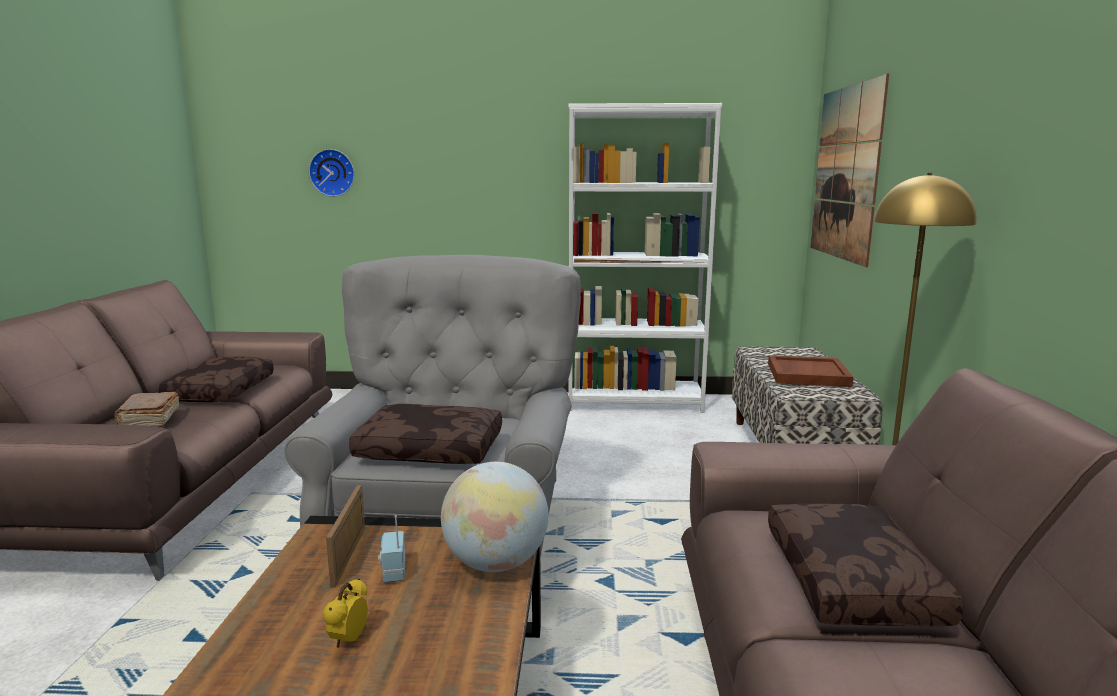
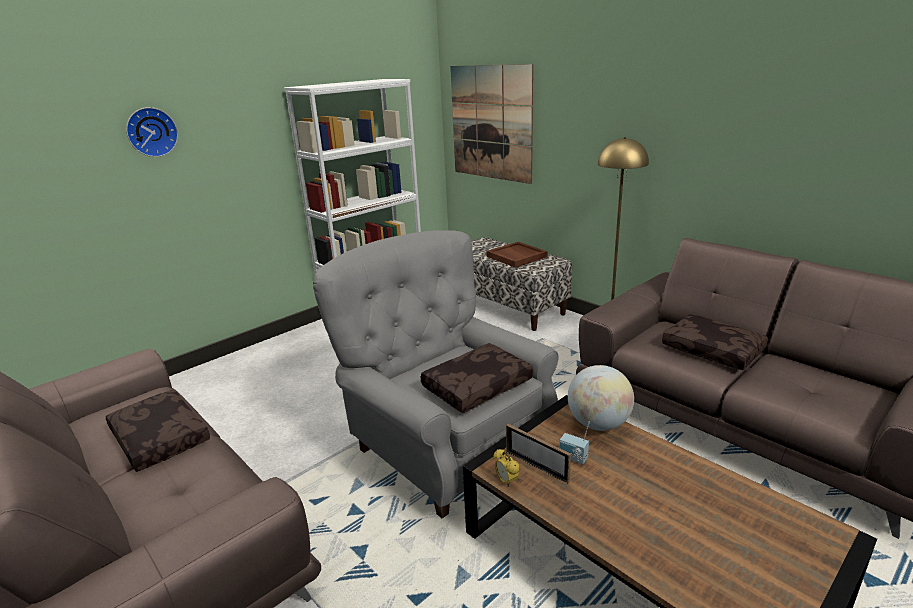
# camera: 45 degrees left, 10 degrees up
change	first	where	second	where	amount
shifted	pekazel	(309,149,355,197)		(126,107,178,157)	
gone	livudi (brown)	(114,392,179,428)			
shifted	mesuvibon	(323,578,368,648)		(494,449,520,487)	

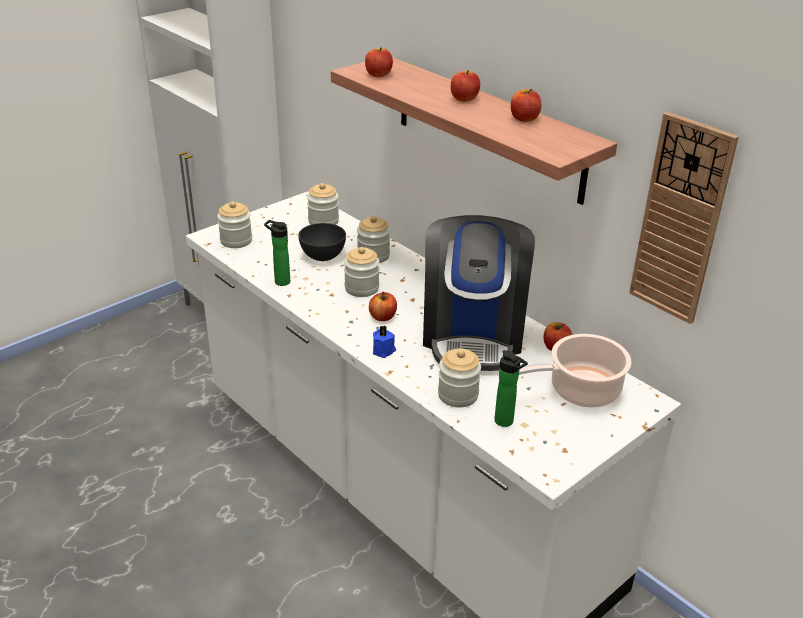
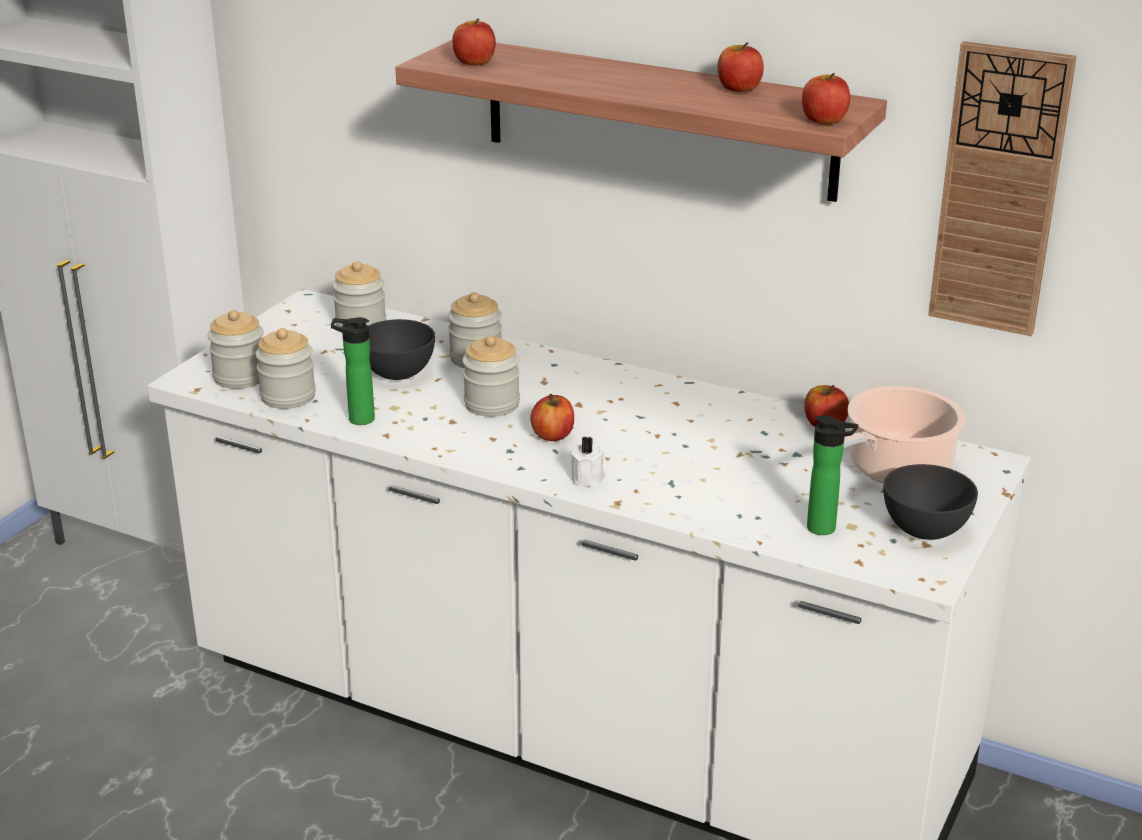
# camera: 20 degrees left, 5 degrees down
change	first	where	second	where	amount
shifted	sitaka	(451,71,480,102)		(802,73,850,124)	
gone	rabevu	(423,215,535,371)			
repainted	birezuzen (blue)	(373,326,396,358)	birezuzen (white)	(571,436,606,487)	
shifted	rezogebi	(438,348,481,407)		(255,328,316,409)	
new			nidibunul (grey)	(883,464,978,540)	

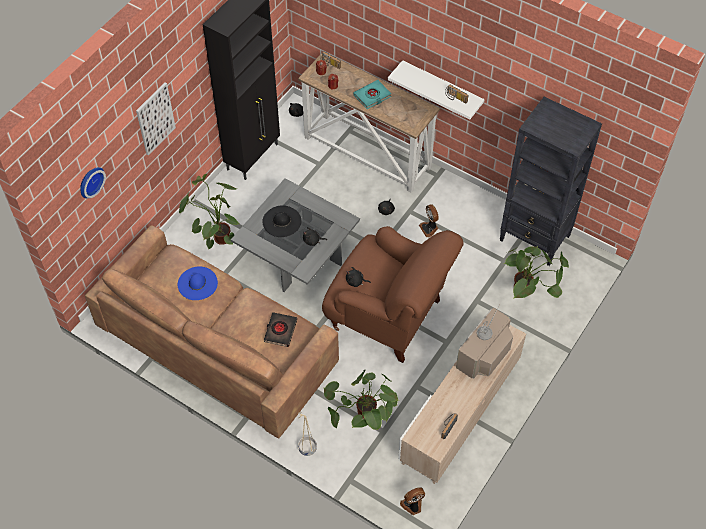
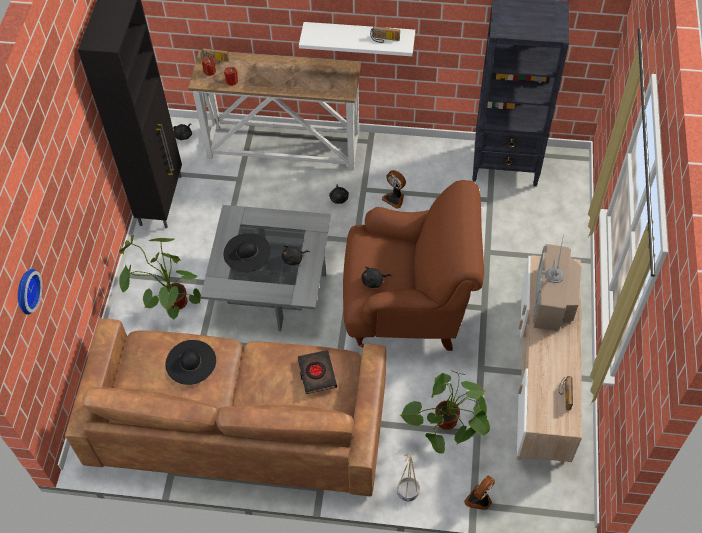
# camera: 25 degrees left, 0 degrees up
change	first	where	second	where	amount
gone	livudi (turquoise)	(353,80,391,109)			
gone	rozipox	(136,83,176,156)			
gone	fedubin	(504,246,569,299)			
repainted	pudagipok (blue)	(178,266,218,300)	pudagipok (black)	(165,340,216,385)	
shifted	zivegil	(400,487,425,515)		(464,475,495,510)	

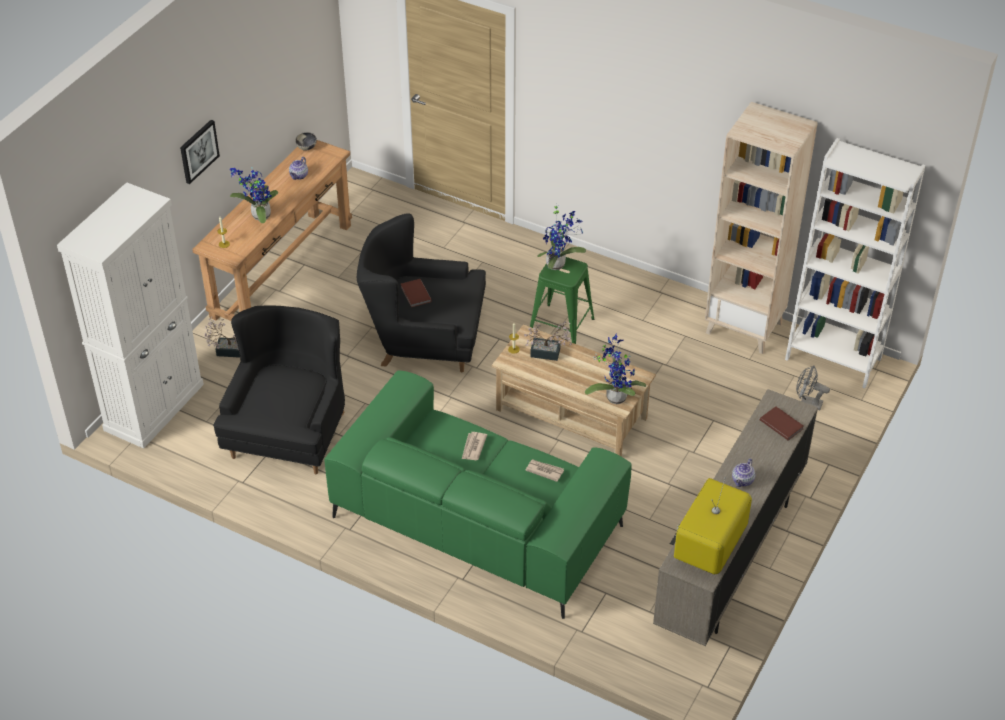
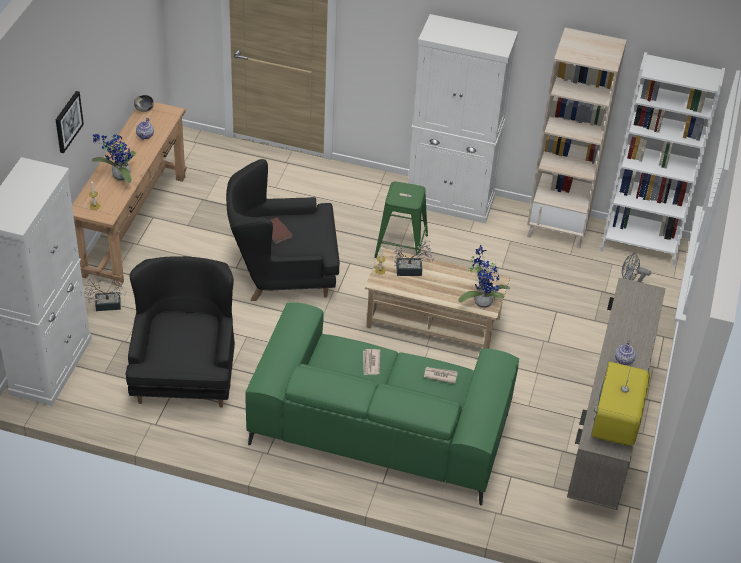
# camera: 15 degrees left, 0 degrees up
change	first	where	second	where	amount
gone	fedubin	(537,203,586,270)			
gone	livudi (brown)	(760,406,804,440)			
new			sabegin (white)	(407,14,518,223)	

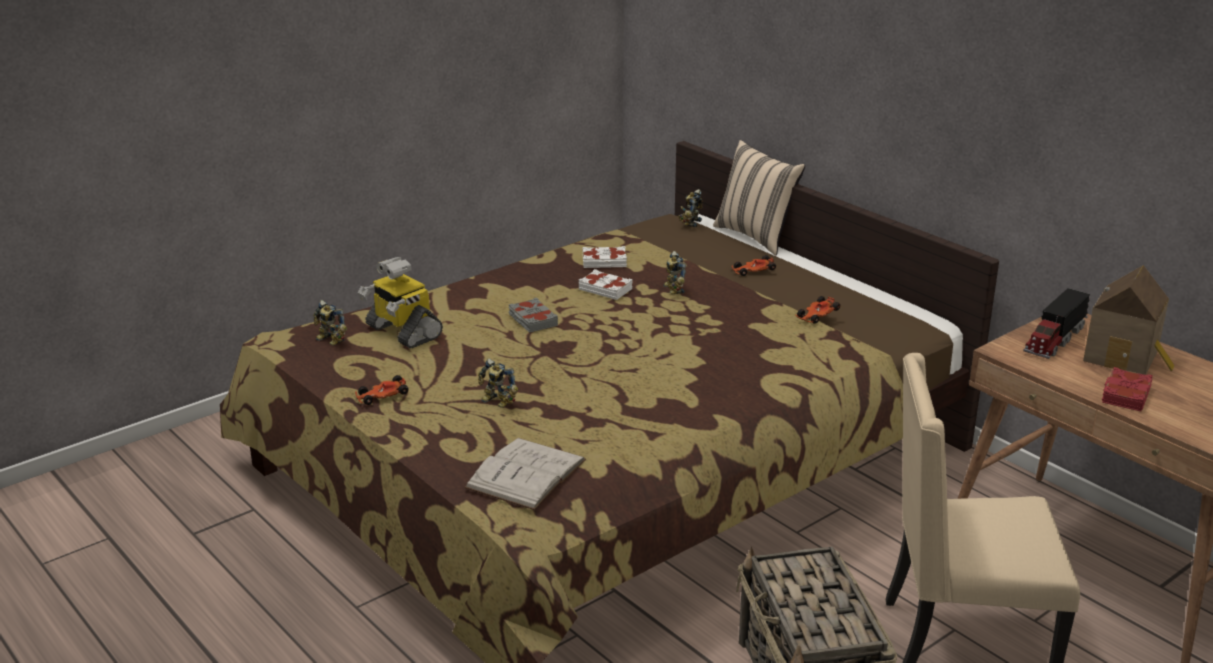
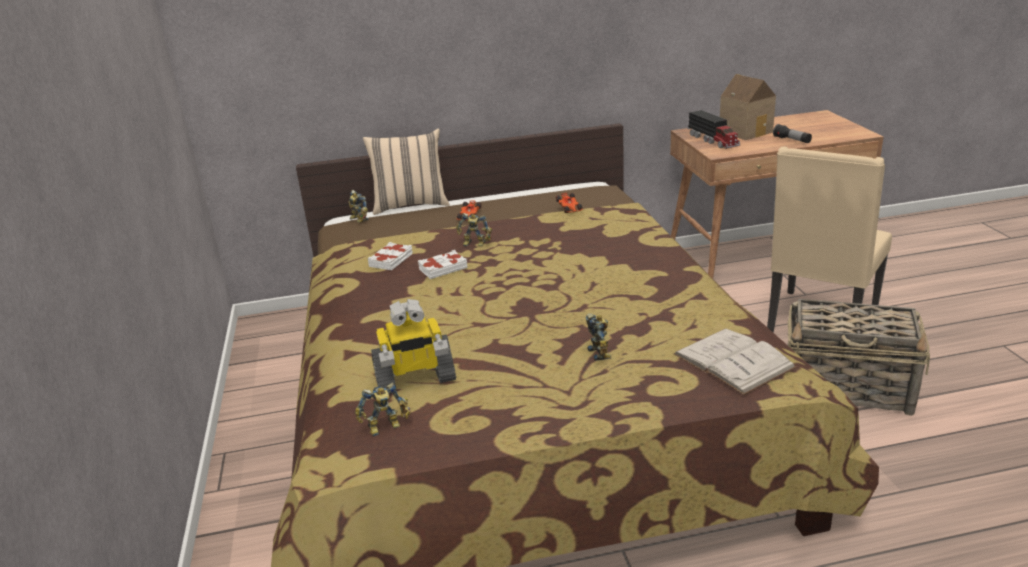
# camera: 60 degrees left, 0 degrees up
change	first	where	second	where	amount
gone	livudi (grey)	(508,298,558,333)			
rotated	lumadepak	(478,358,518,408)		(586,313,611,361)	75 degrees counterclockwise
swapped	livudi (red)	(1102,367,1153,411)	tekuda	(773,124,812,143)	
gone	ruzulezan	(355,375,409,405)			

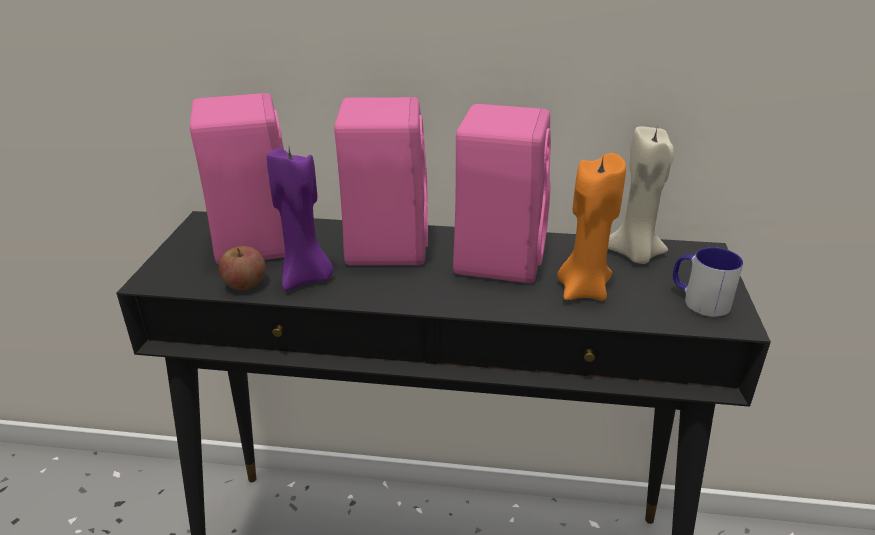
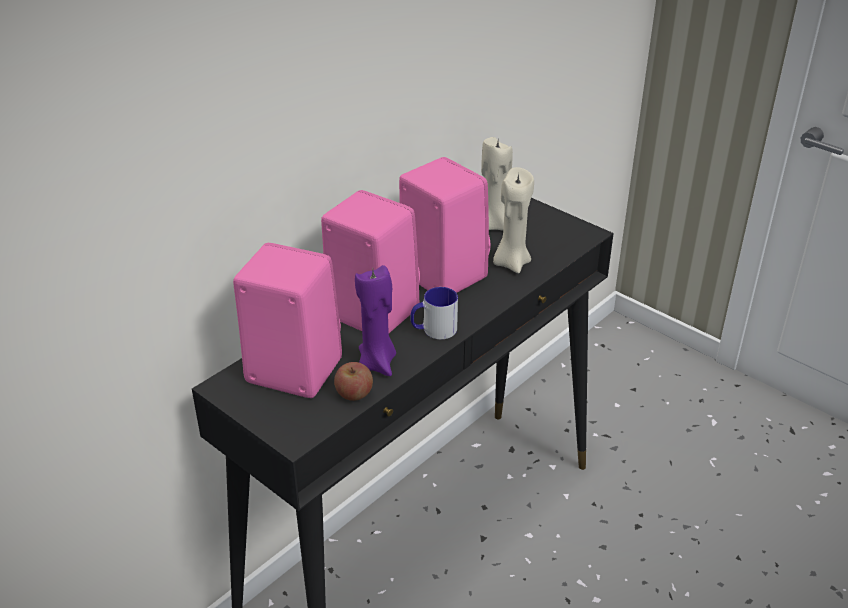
# camera: 55 degrees left, 5 degrees up
change	first	where	second	where	amount
repainted	birezuzen (orange)	(557,153,626,301)	birezuzen (beige)	(493,167,534,273)	
shifted	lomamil	(673,247,743,317)		(410,287,458,339)	

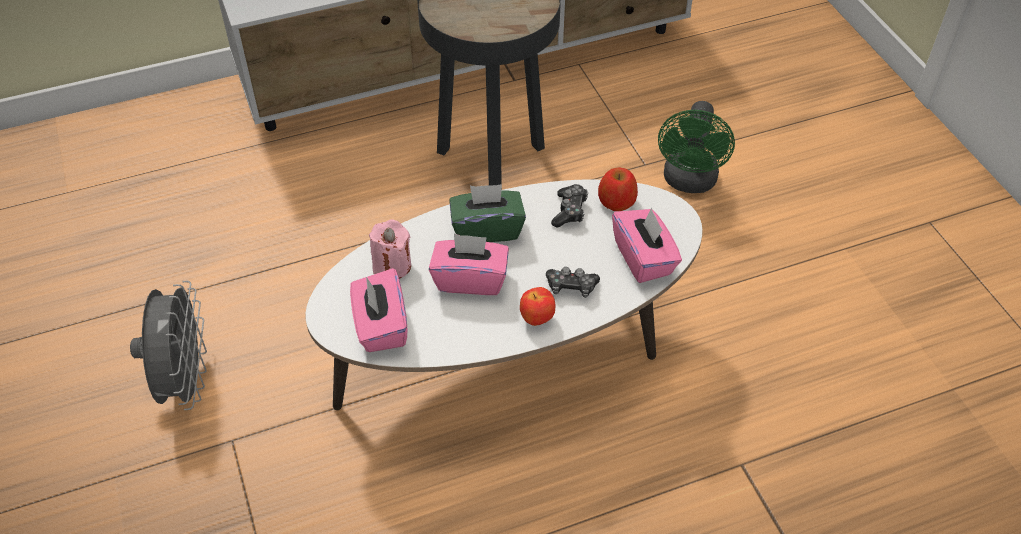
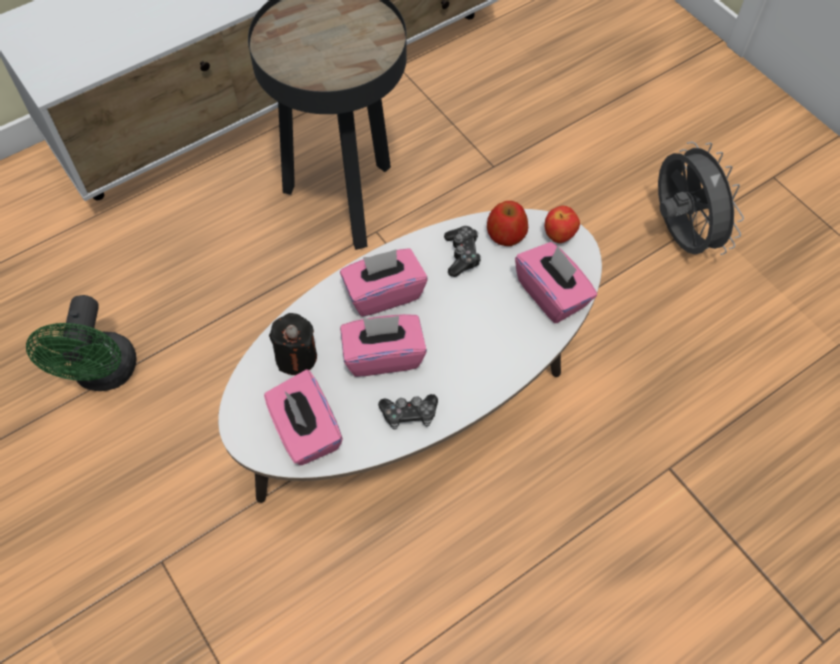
# camera: 15 degrees left, 10 degrees up
change	first	where	second	where	amount
shifted	zivegil (green)	(658,101,735,193)		(26,295,137,391)	
repainted	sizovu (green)	(449,184,526,242)	sizovu (pink)	(340,248,428,317)	
repainted	birezuzen (pink)	(369,219,411,279)	birezuzen (black)	(269,313,317,375)	
shifted	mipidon	(546,267,600,298)		(378,394,438,429)	
shifted	zivegil (grey)	(130,281,207,410)		(658,142,744,255)	
shifted	sitaka	(520,287,555,326)		(545,206,580,243)	

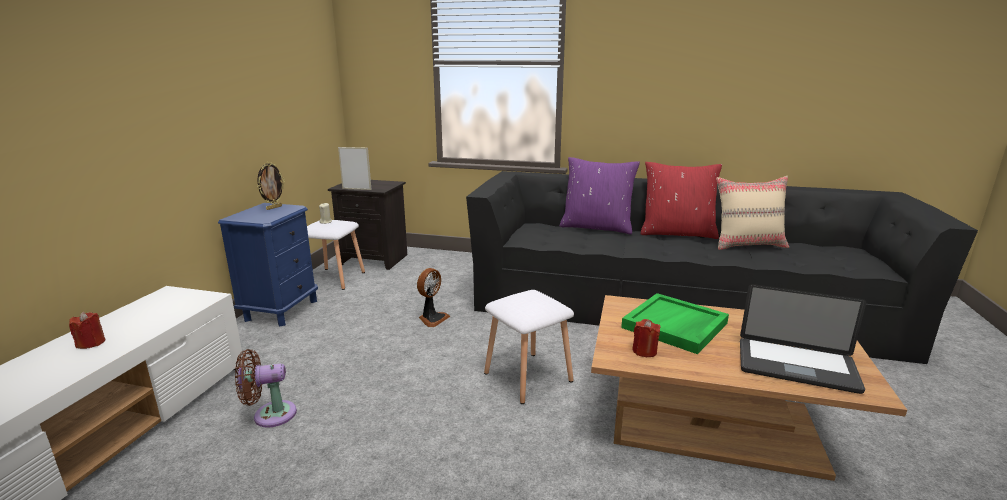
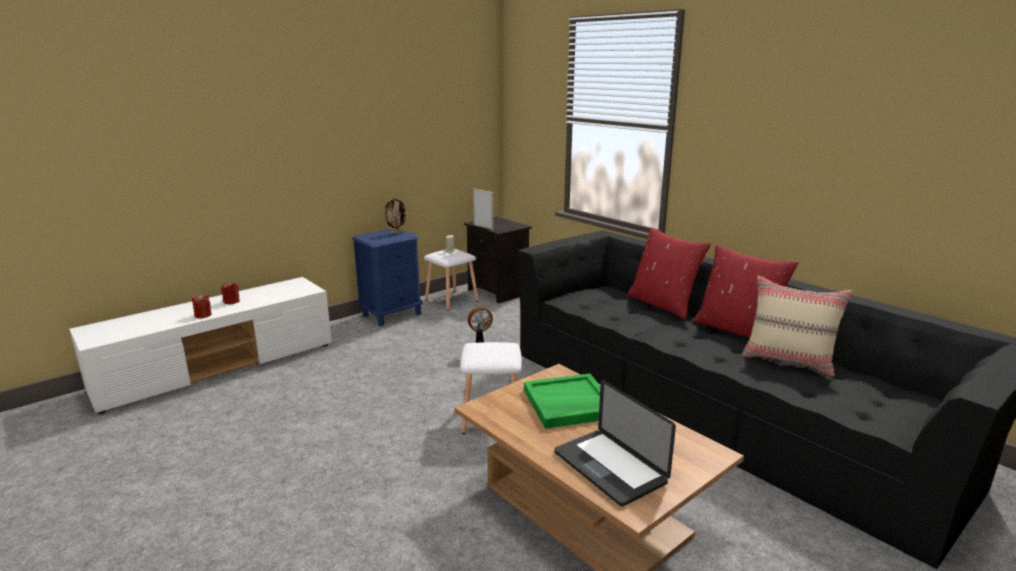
# camera: 35 degrees right, 0 degrees up
change	first	where	second	where	amount
repainted	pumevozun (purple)	(560,157,640,234)	pumevozun (red)	(627,227,711,319)	
shifted	birezuzen (red)	(632,319,660,357)		(192,294,212,318)	
gone	zivegil (brown)	(235,349,297,428)			

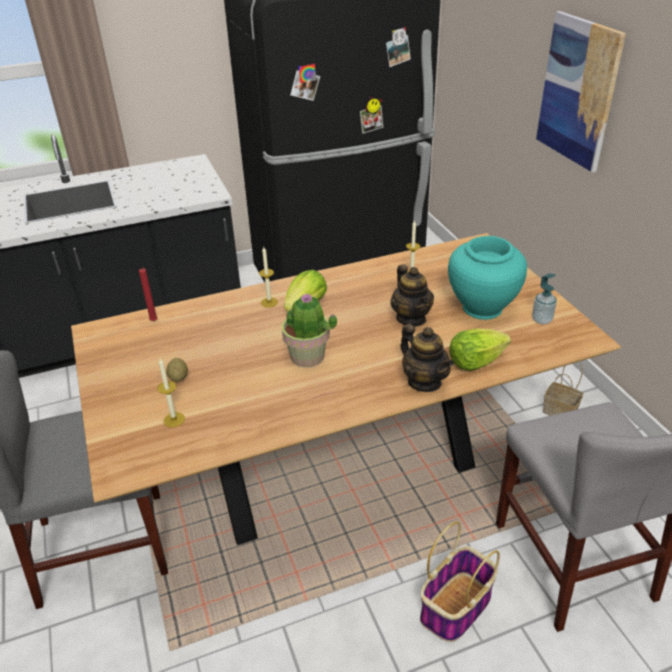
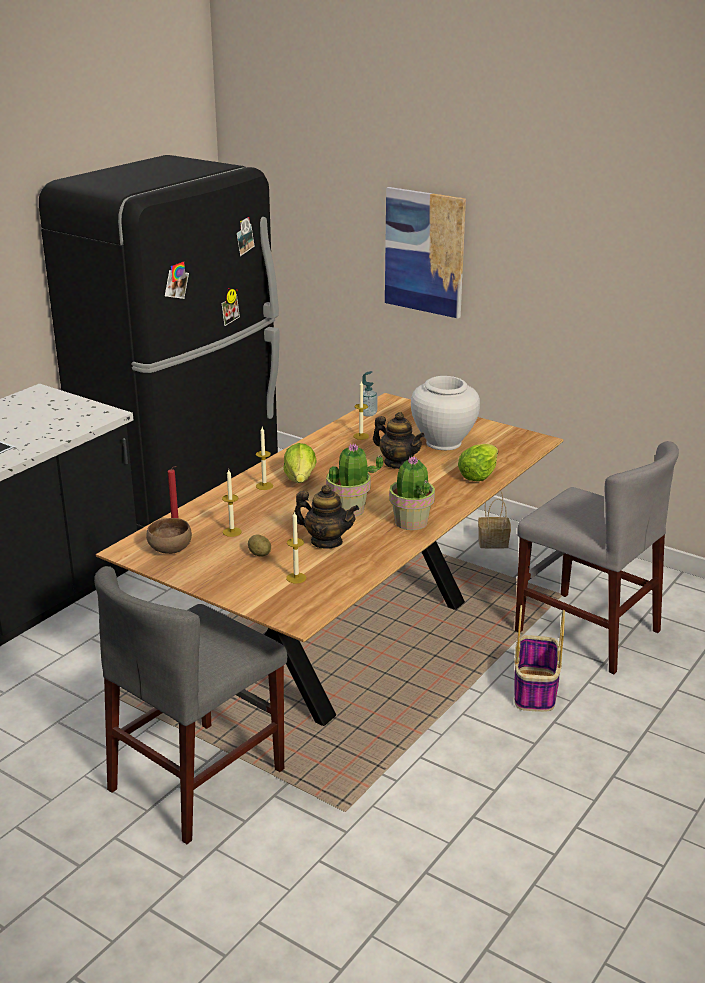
# camera: 35 degrees left, 10 degrees down
change	first	where	second	where	amount
repainted	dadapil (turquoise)	(448,236,527,320)	dadapil (white)	(411,376,480,450)	
shifted	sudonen	(532,273,557,324)		(362,371,378,417)	
shifted	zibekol	(400,324,454,392)		(293,485,359,549)	
new			fedubin	(389,456,435,530)	
new			birezuzen	(222,469,242,537)	
new			nidibunul (brown)	(146,518,192,554)	

